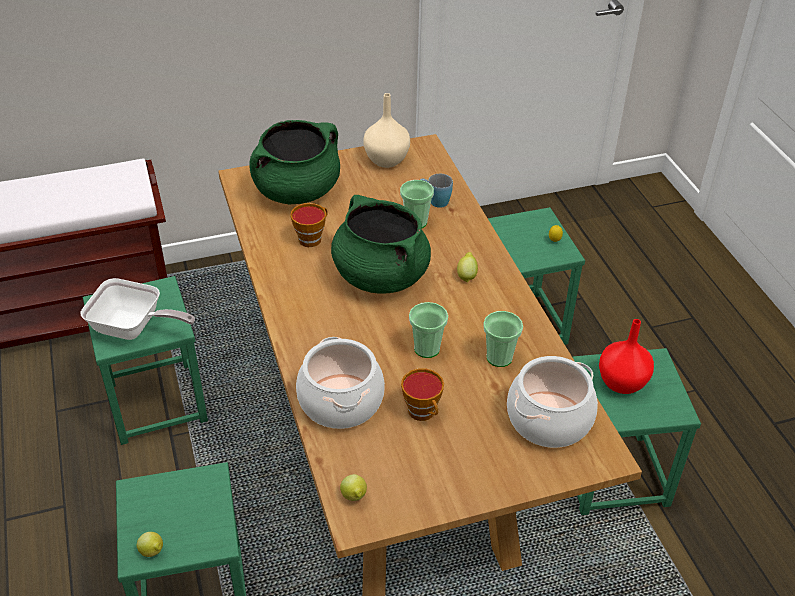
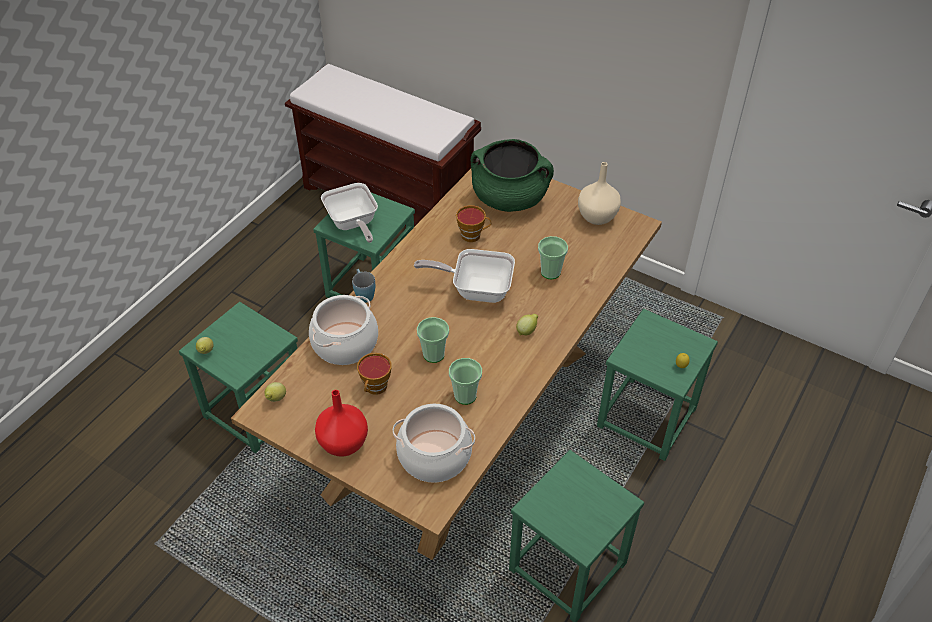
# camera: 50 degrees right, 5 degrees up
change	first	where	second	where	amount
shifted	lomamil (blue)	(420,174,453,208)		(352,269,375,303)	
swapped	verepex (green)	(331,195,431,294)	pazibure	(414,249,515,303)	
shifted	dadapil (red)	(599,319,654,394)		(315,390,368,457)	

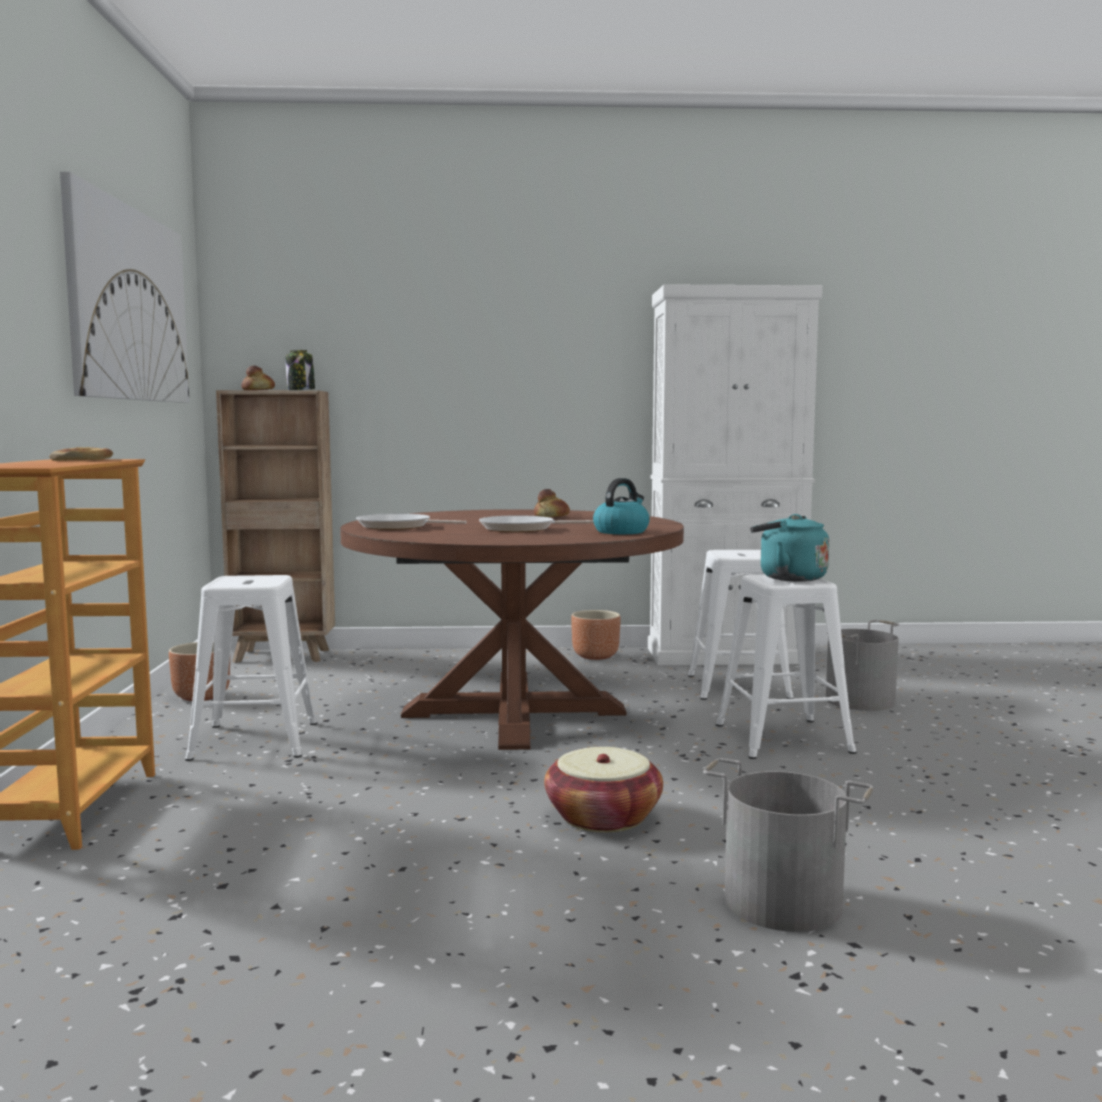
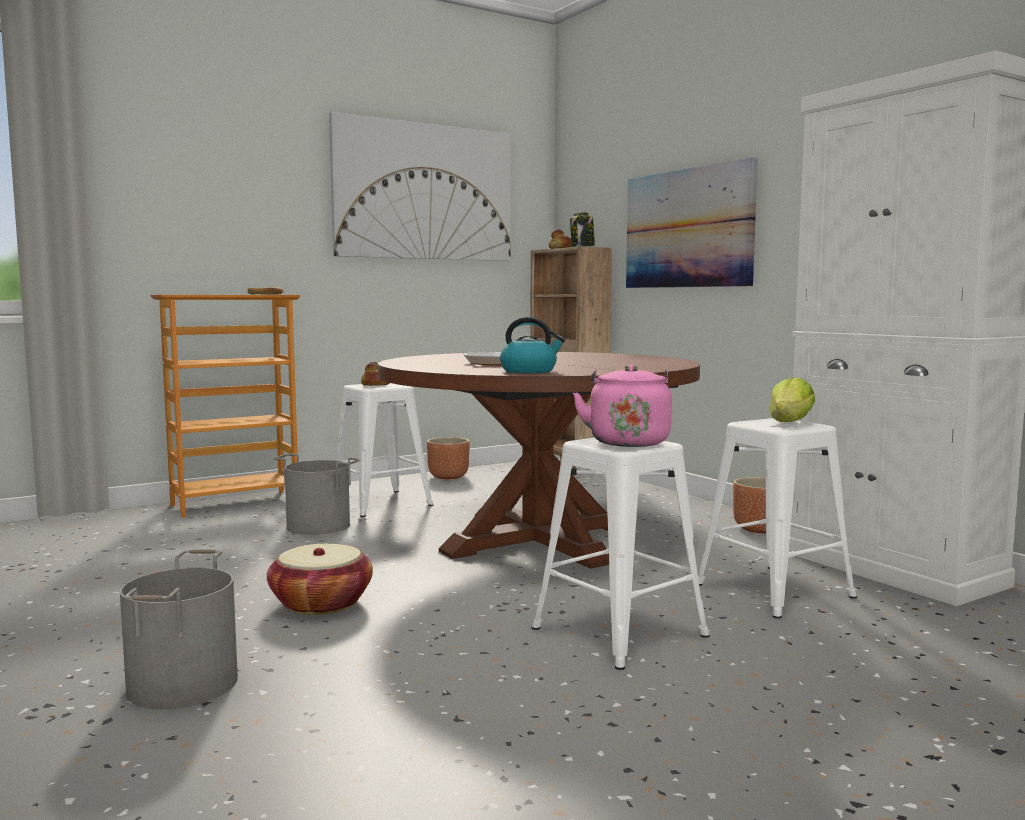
# camera: 60 degrees right, 0 degrees up
change	first	where	second	where	amount
shifted	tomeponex	(534,489,570,517)		(361,362,390,386)	
gone	pazibure	(356,513,467,530)			
repainted	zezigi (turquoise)	(750,514,829,581)	zezigi (pink)	(573,365,672,447)	
shifted	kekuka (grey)	(826,620,899,711)		(274,454,360,535)	
new			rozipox	(626,157,758,288)	
new			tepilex	(769,377,815,422)	

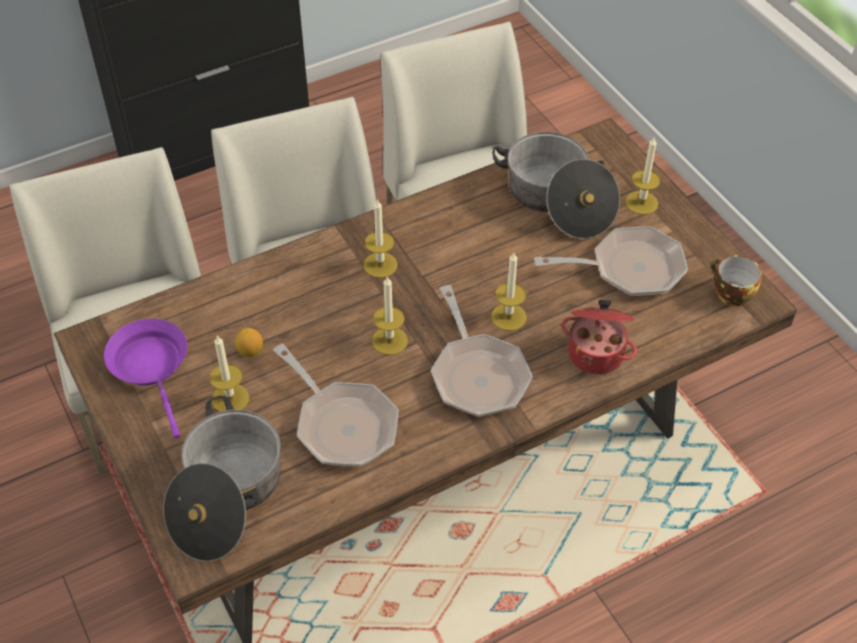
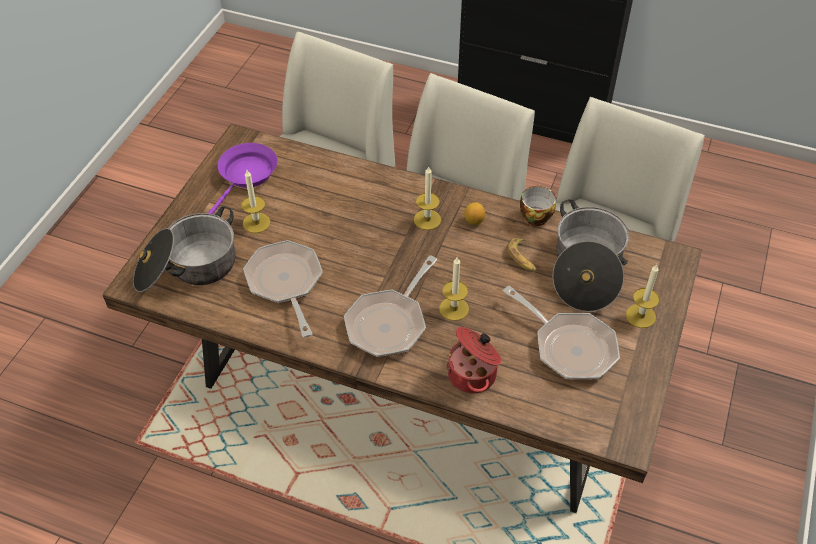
# camera: 50 degrees right, 0 degrees up
change	first	where	second	where	amount
shifted	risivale	(711,255,762,306)		(520,185,556,226)	
gone	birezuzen	(372,276,408,355)			
shifted	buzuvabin	(235,328,263,357)		(464,202,485,225)	
rotated	pazibure	(273,344,399,467)		(243,240,323,338)	150 degrees clockwise
new			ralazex	(507,238,537,272)	

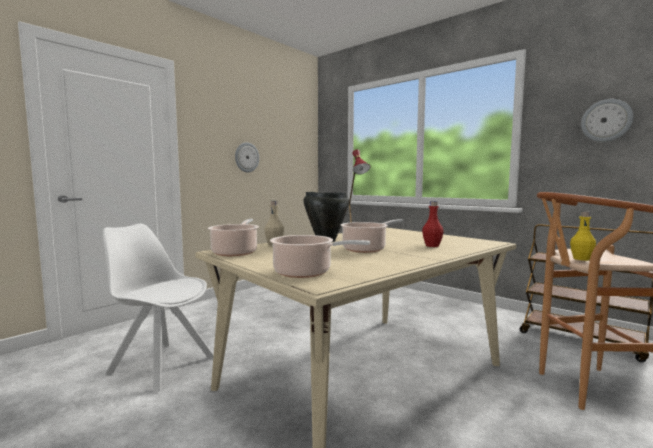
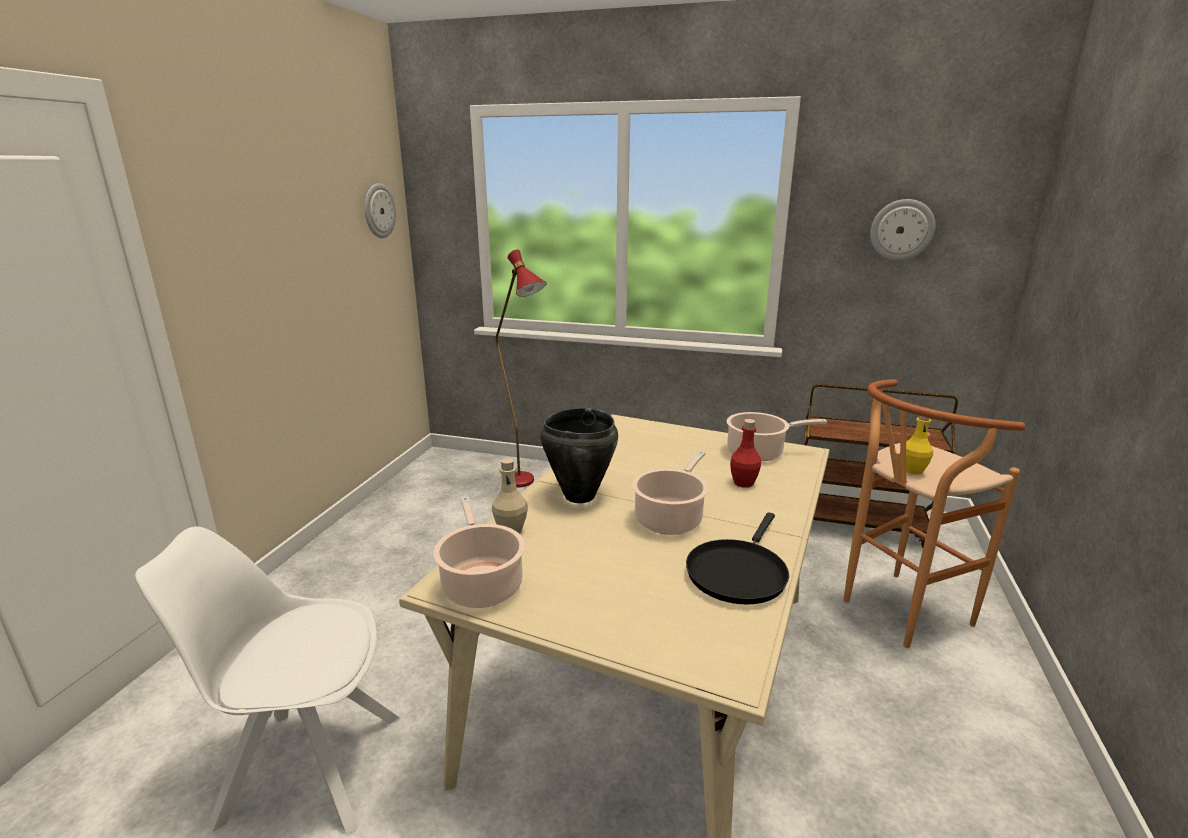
# camera: 25 degrees left, 15 degrees up
change	first	where	second	where	amount
shifted	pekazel	(235,142,259,172)		(365,183,396,238)	
shifted	verepex	(270,235,370,278)		(726,412,827,461)	
new			pazibure (black)	(686,512,789,604)	

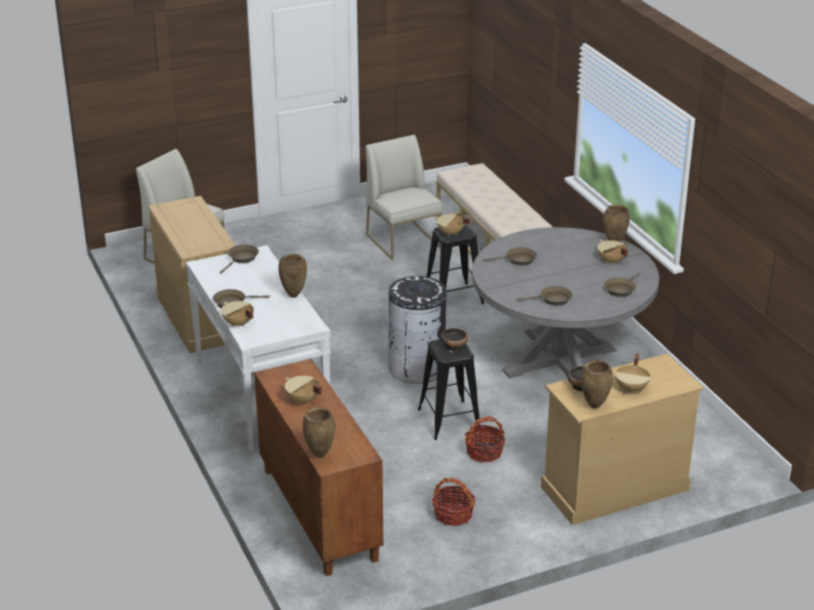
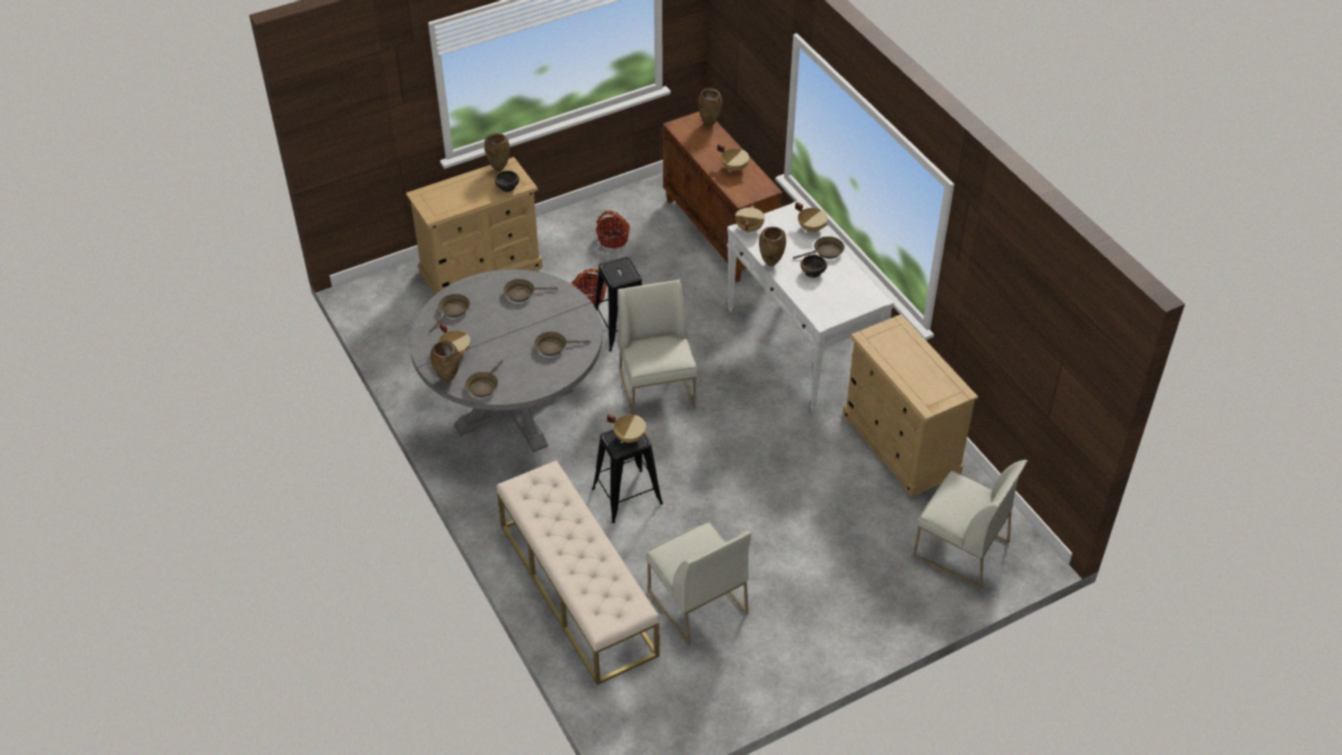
# camera: 175 degrees right, 15 degrees up
change	first	where	second	where	amount
shifted	pazibure (brown)	(220,245,259,274)		(465,359,503,397)	
swapped	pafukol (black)	(388,276,447,384)	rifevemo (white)	(617,279,698,415)	
shifted	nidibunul	(441,328,468,351)		(801,255,827,278)	
shifted	verepex (beige)	(615,354,650,394)		(735,205,765,233)	

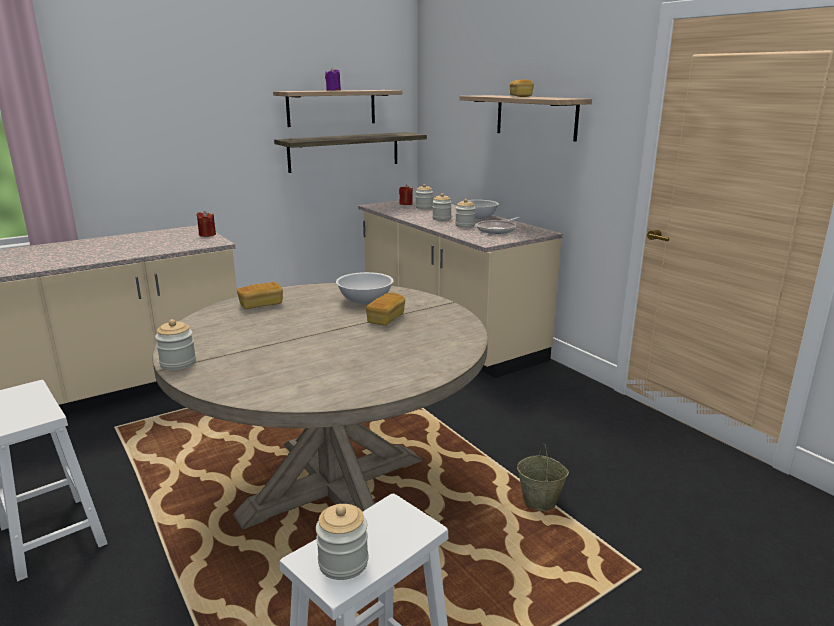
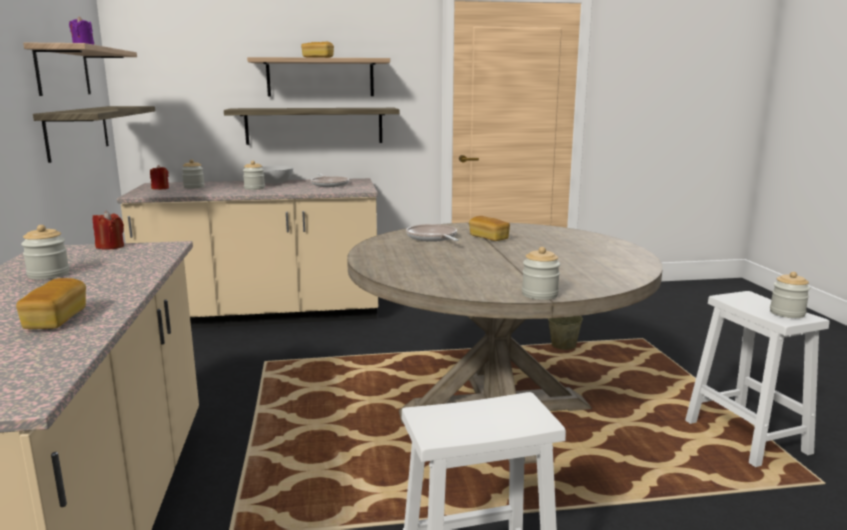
# camera: 65 degrees left, 5 degrees down
change	first	where	second	where	amount
shifted	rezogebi	(455,199,476,228)		(21,225,69,280)	
swapped	nidibunul (white)	(336,272,394,304)	pazibure	(406,224,459,242)	
shifted	tomeponex	(237,282,283,309)		(16,278,86,329)	
new			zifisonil	(224,108,399,145)	

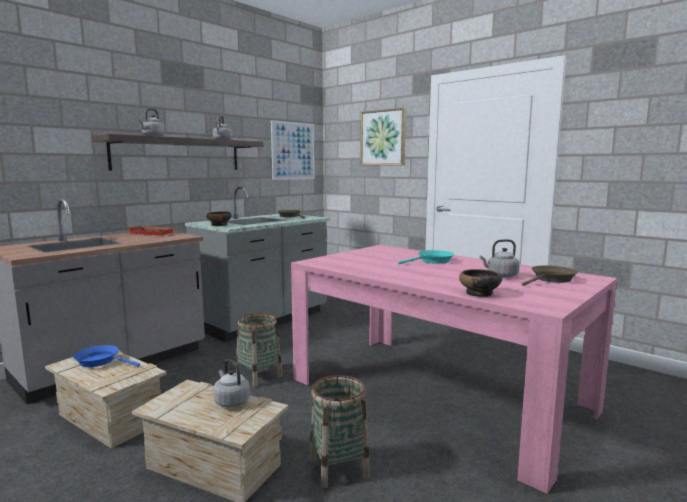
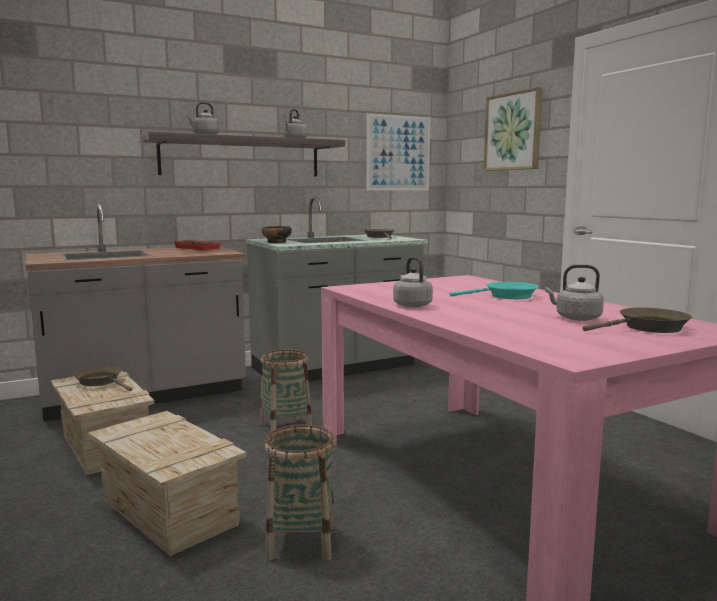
# camera: 20 degrees right, 0 degrees up
change	first	where	second	where	amount
gone	nidibunul	(459,269,502,297)			
repainted	pazibure (blue)	(73,345,140,367)	pazibure (brown)	(73,366,132,391)	
shifted	zezigi (grey)	(213,359,250,407)		(393,257,433,308)	

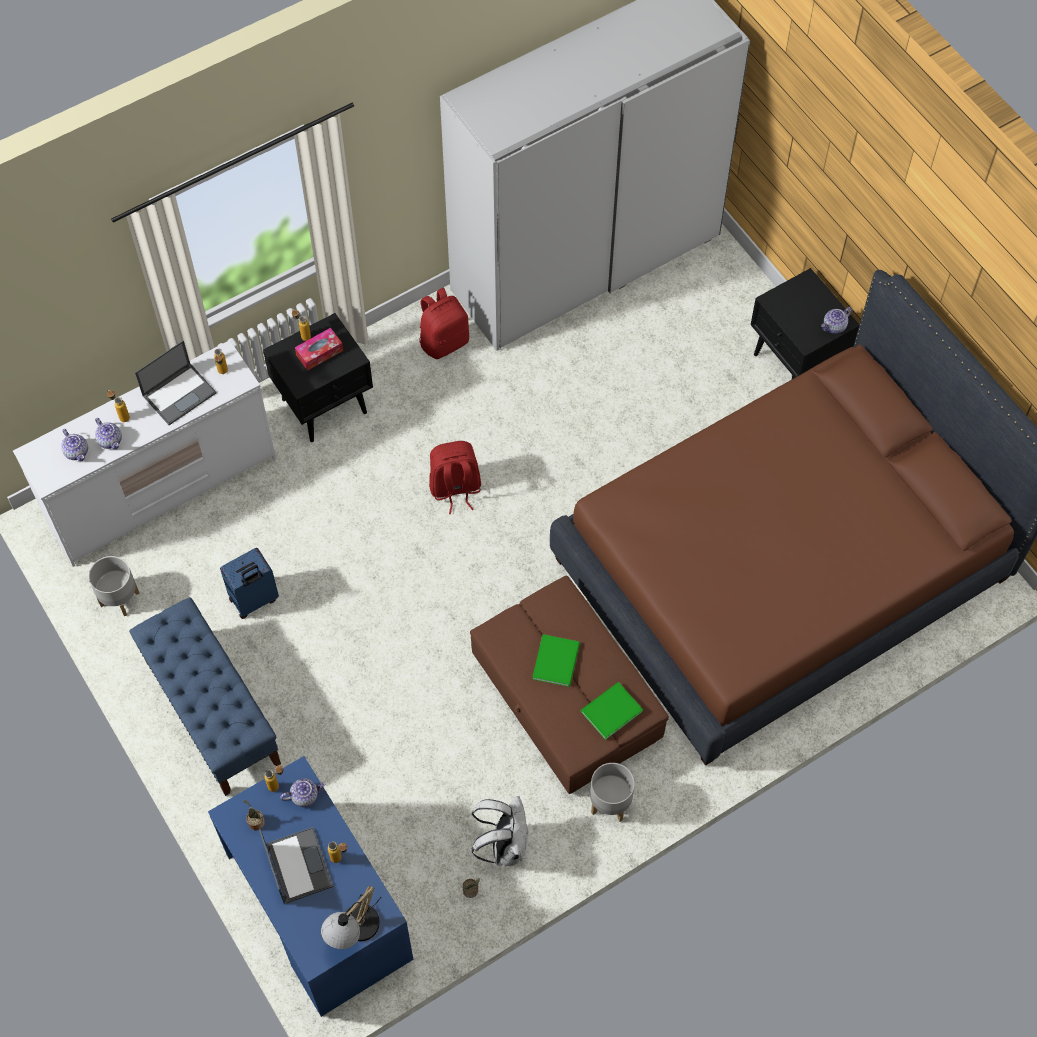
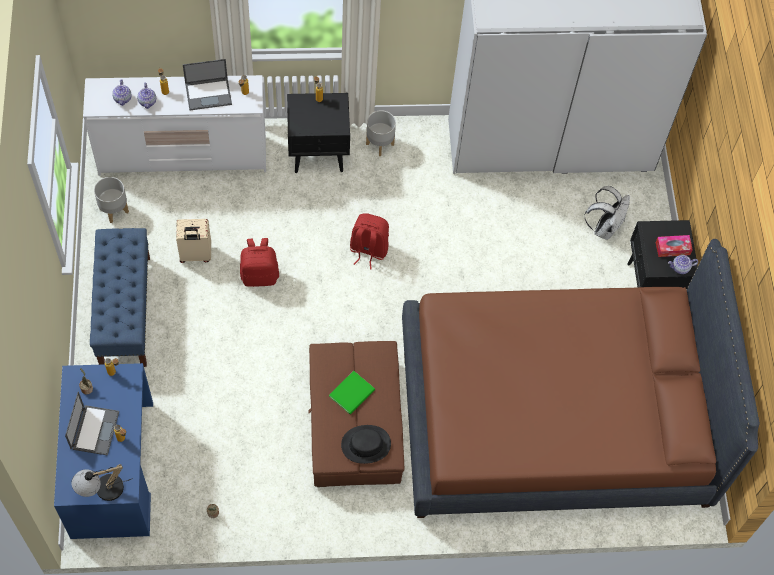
# camera: 25 degrees right, 0 degrees up
change	first	where	second	where	amount
shifted	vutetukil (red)	(419,287,469,359)		(240,238,279,287)	
shifted	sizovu	(295,328,343,370)		(656,235,693,257)	
repainted	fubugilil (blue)	(220,548,279,619)	fubugilil (beige)	(176,219,211,263)	
swapped	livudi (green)	(581,682,643,740)	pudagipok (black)	(341,425,391,464)	
shifted	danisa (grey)	(590,763,635,822)		(366,110,396,156)	
gone	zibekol	(281,778,326,807)			
shifted	vutetukil (white)	(471,796,528,867)		(584,186,630,240)	

